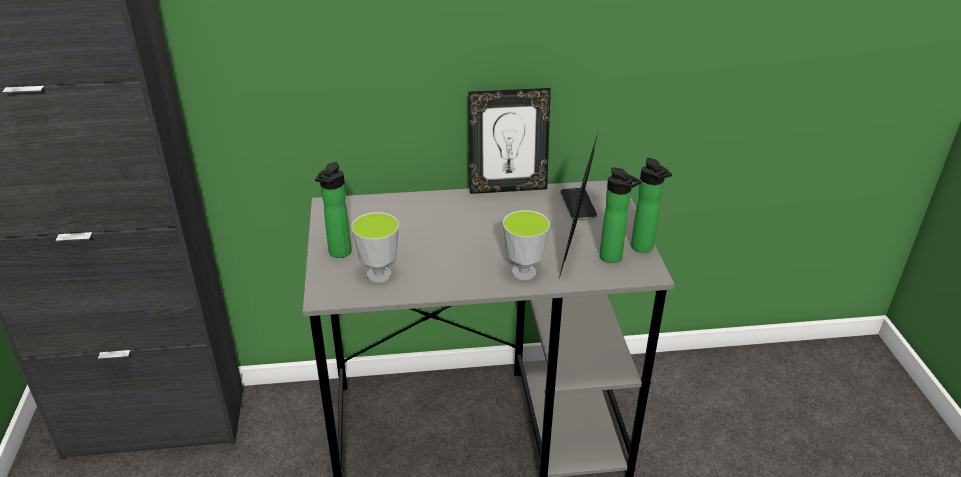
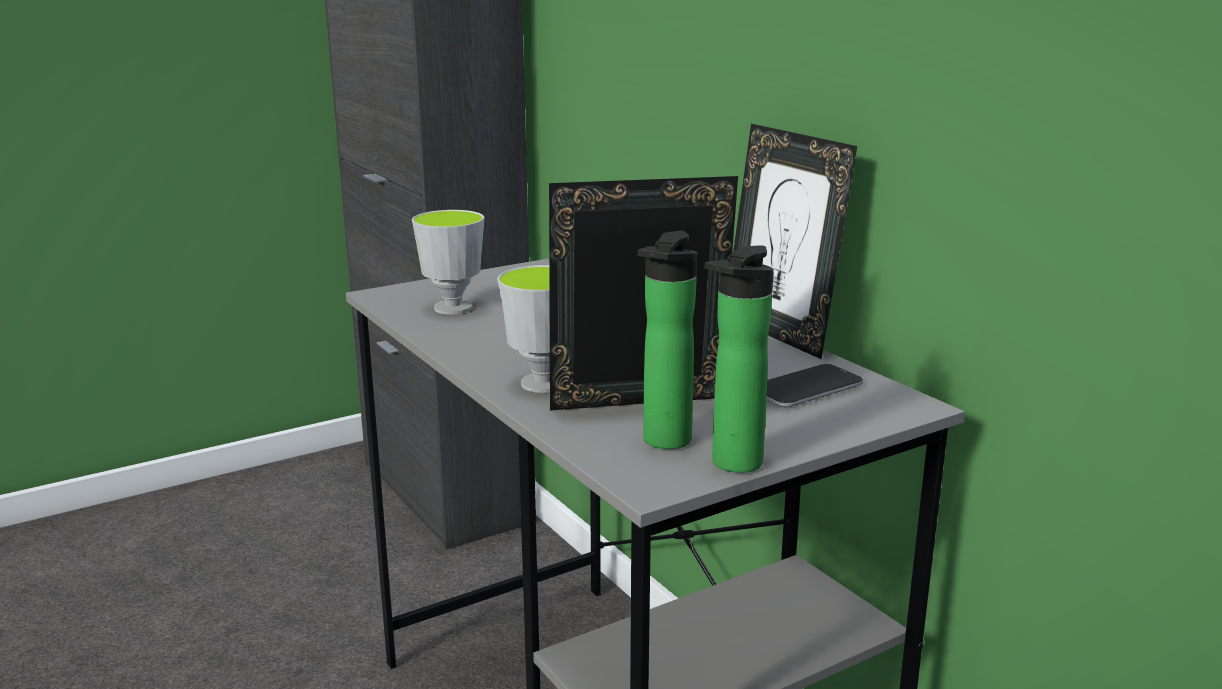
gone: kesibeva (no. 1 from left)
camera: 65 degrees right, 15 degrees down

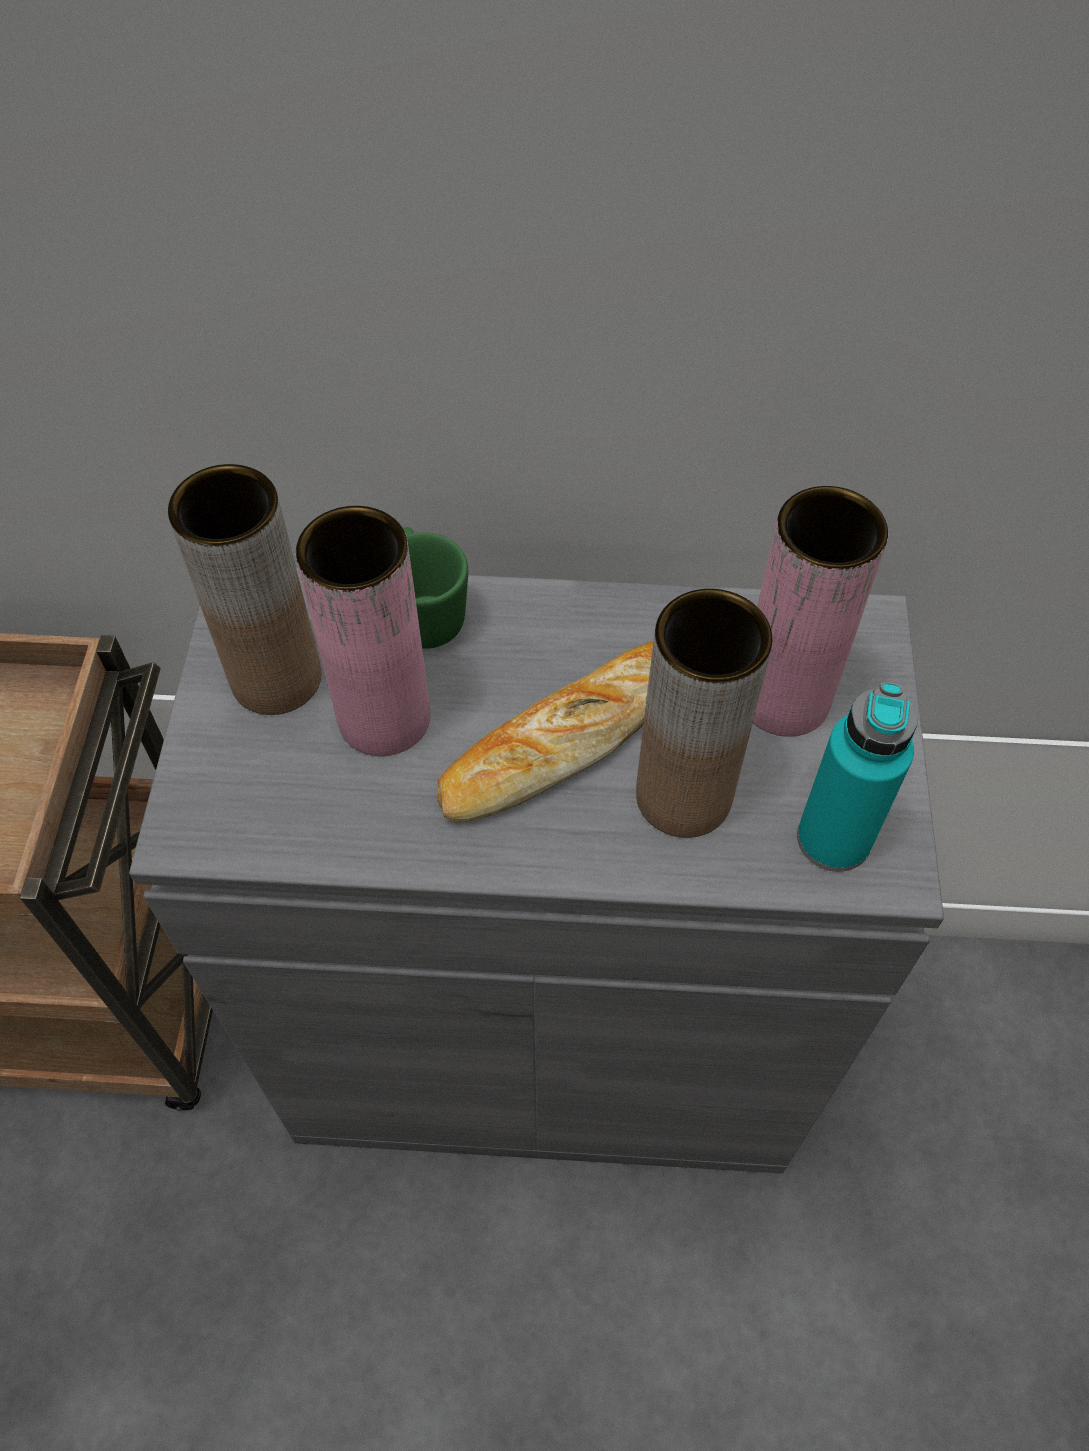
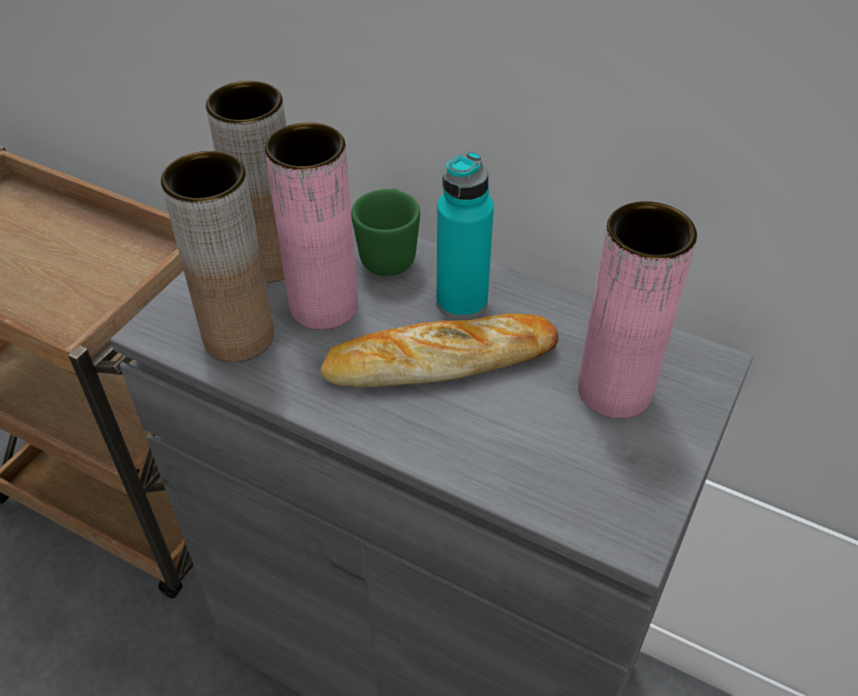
shifted: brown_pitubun (no. 2 from left in the first image) to brown_pitubun (no. 1 from left); turquoise_kesibeva
camera: 25 degrees right, 10 degrees down

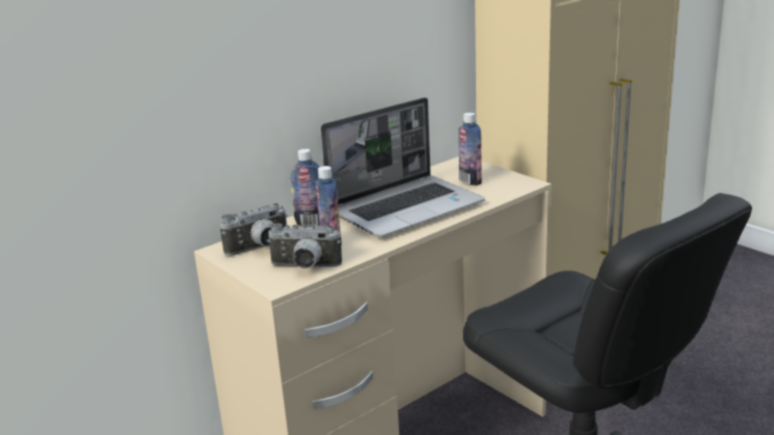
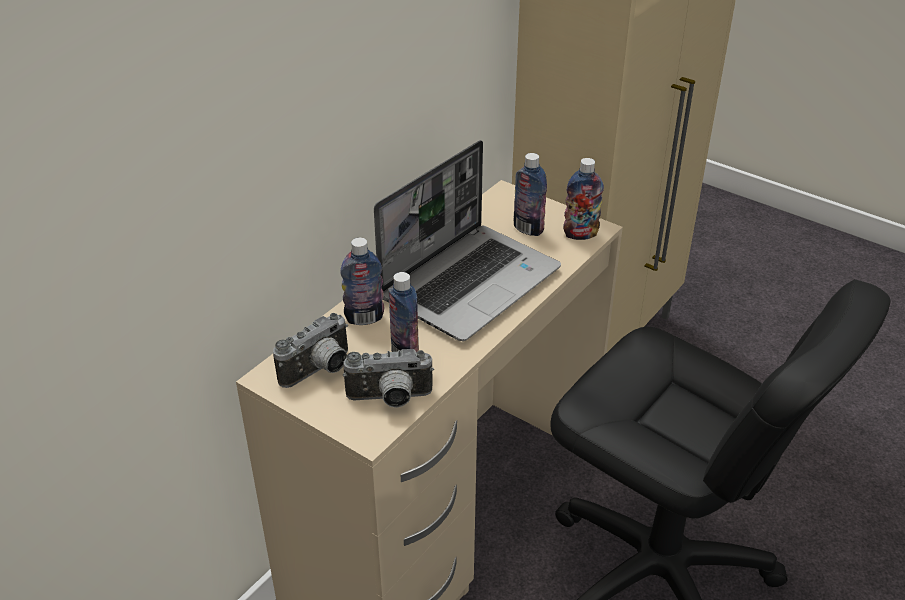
new: kesibeva (no. 4 from left)
camera: 15 degrees left, 15 degrees up

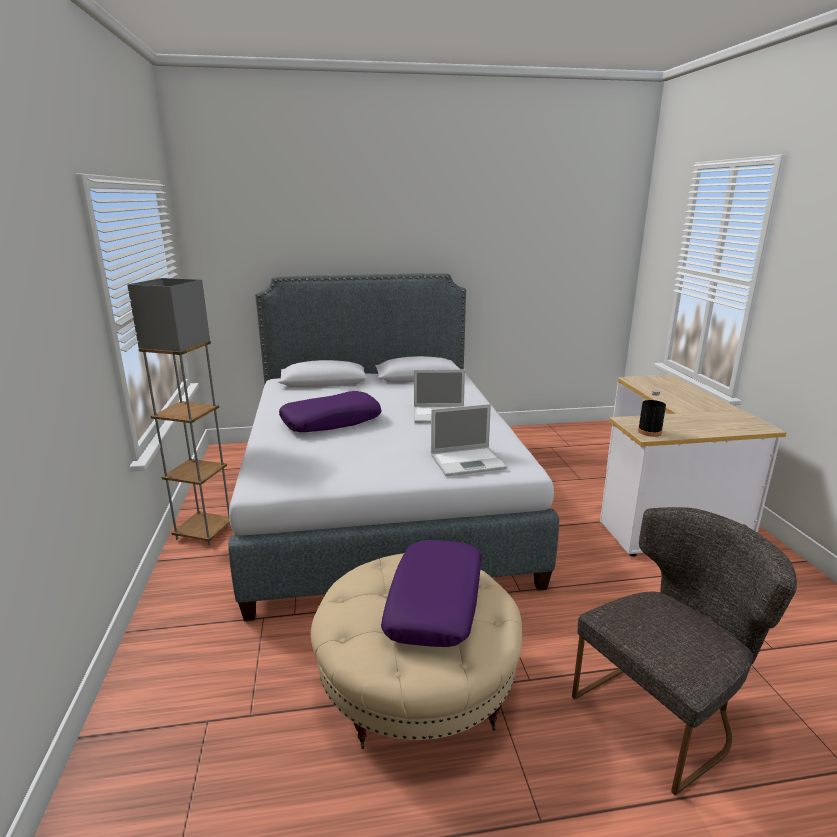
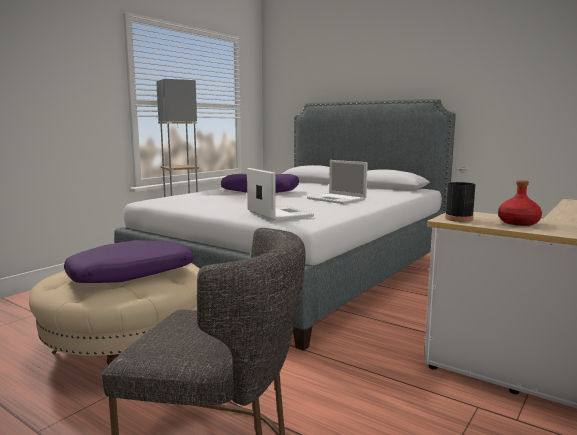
new: red_kesibeva
rotated: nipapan (no. 2 from left in the first image) 150 degrees counterclockwise
camera: 45 degrees right, 10 degrees down

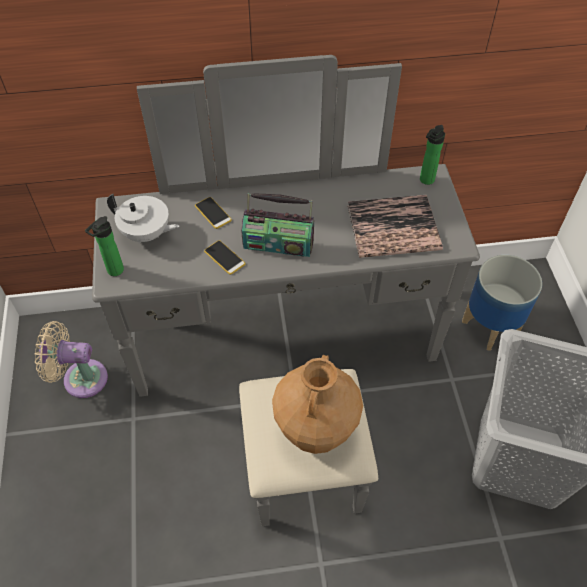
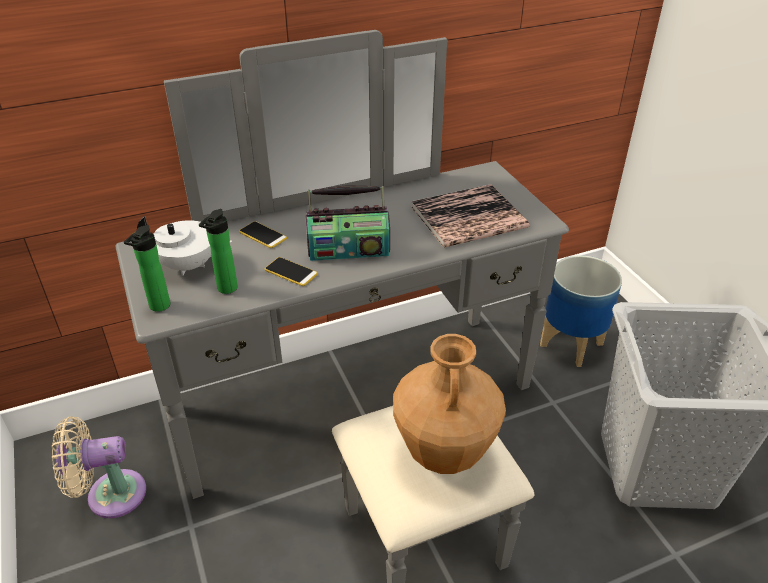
shifted: kesibeva (no. 2 from left)
camera: 15 degrees left, 15 degrees down

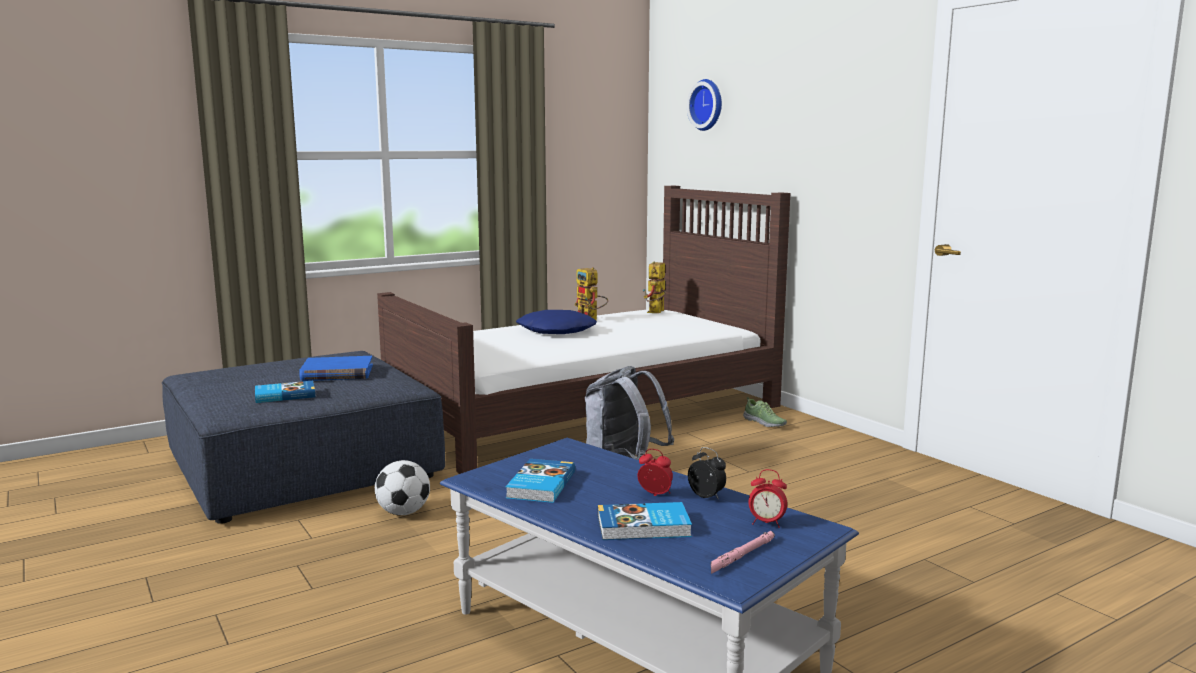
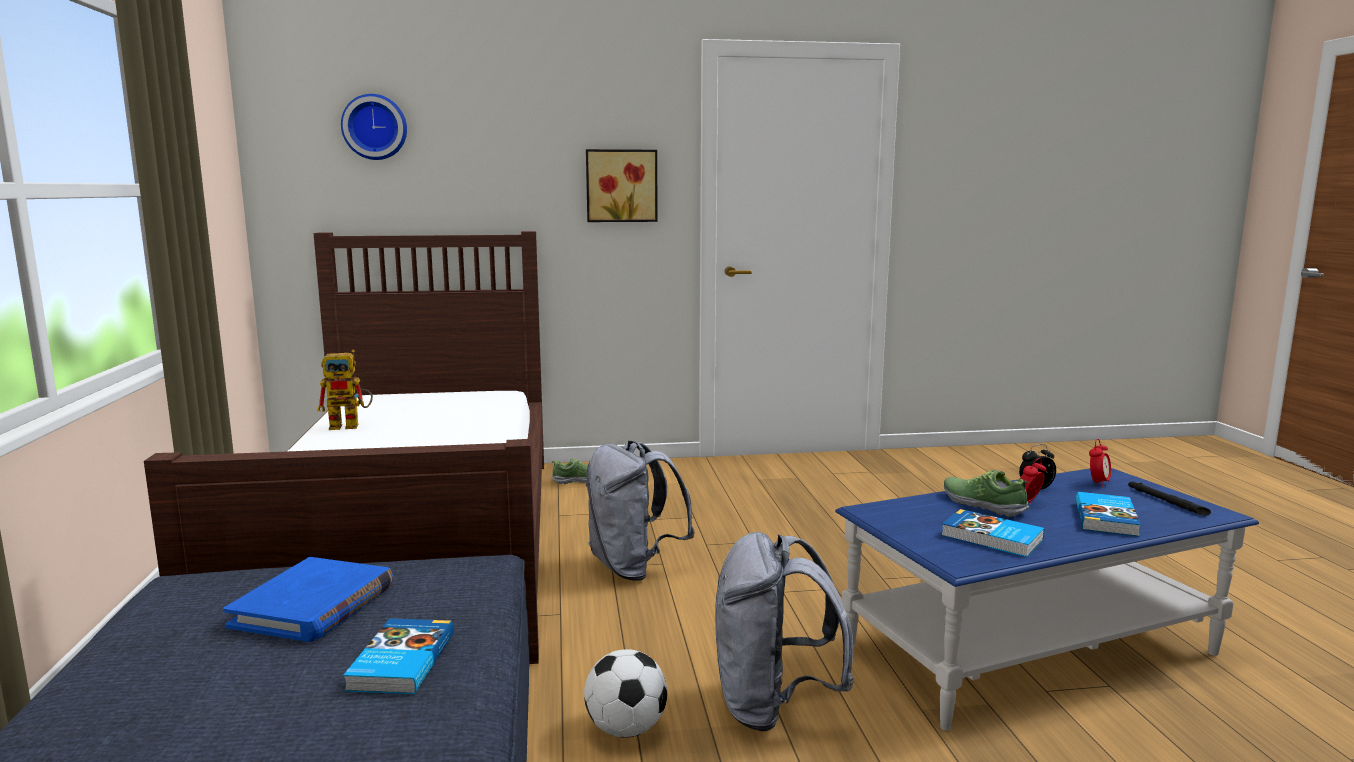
gone: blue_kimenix; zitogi (no. 2 from left)
new: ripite; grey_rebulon (no. 2 from left); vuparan (no. 2 from left)
repainted: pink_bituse to black_bituse
camera: 65 degrees left, 0 degrees up

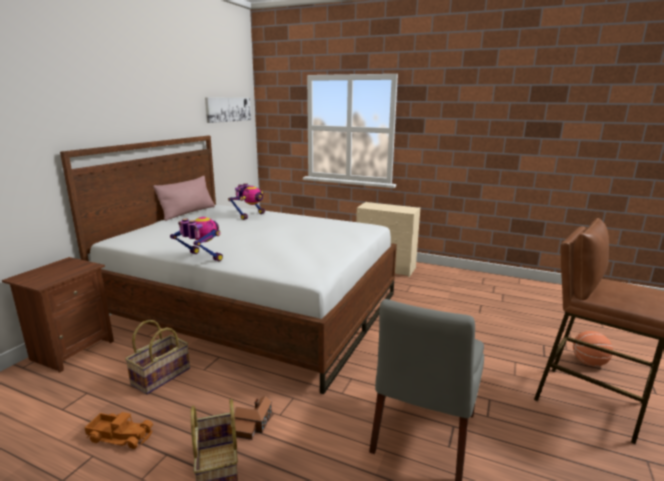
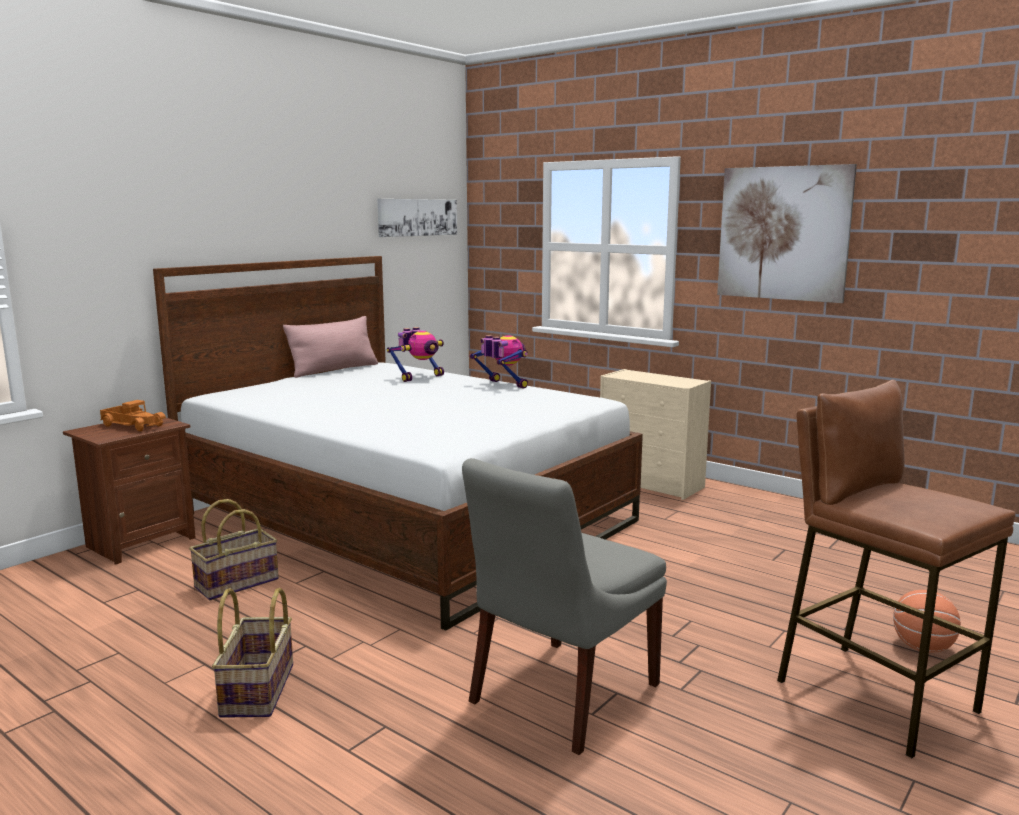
gone: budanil
new: ripite (no. 2 from left)
shifted: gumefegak; zitogi (no. 1 from left in the first image) to zitogi (no. 2 from left)
camera: 15 degrees right, 5 degrees down

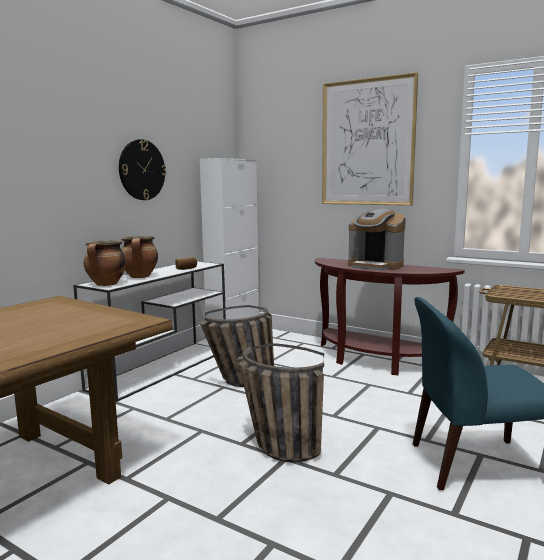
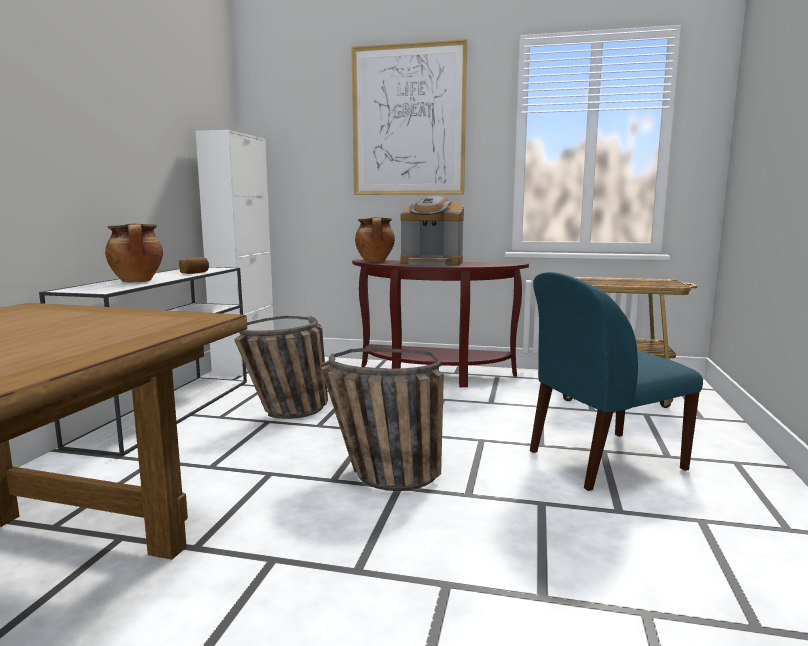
gone: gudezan
shifted: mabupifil (no. 1 from left in the first image) to mabupifil (no. 2 from left)
camera: 20 degrees left, 0 degrees up

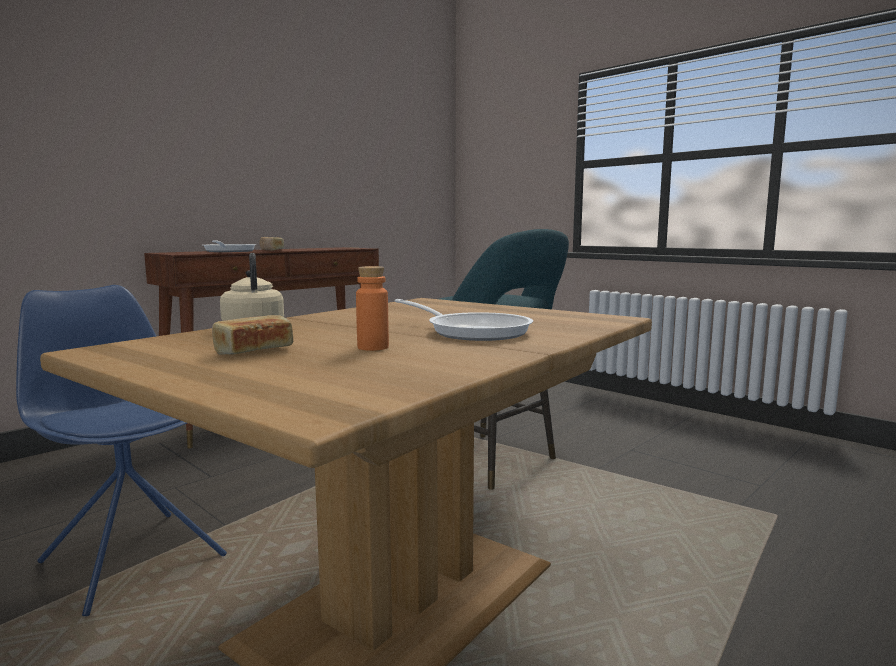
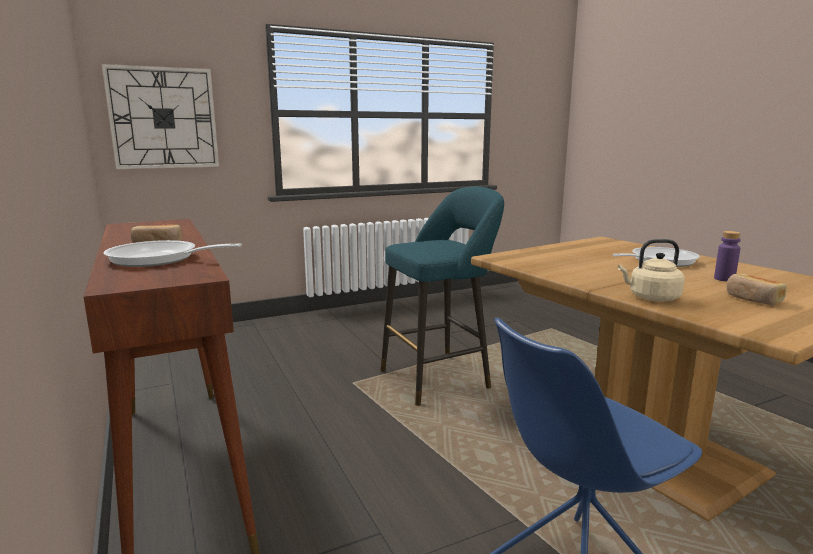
new: gudezan
repainted: orange_kesibeva to purple_kesibeva
camera: 70 degrees left, 5 degrees up

